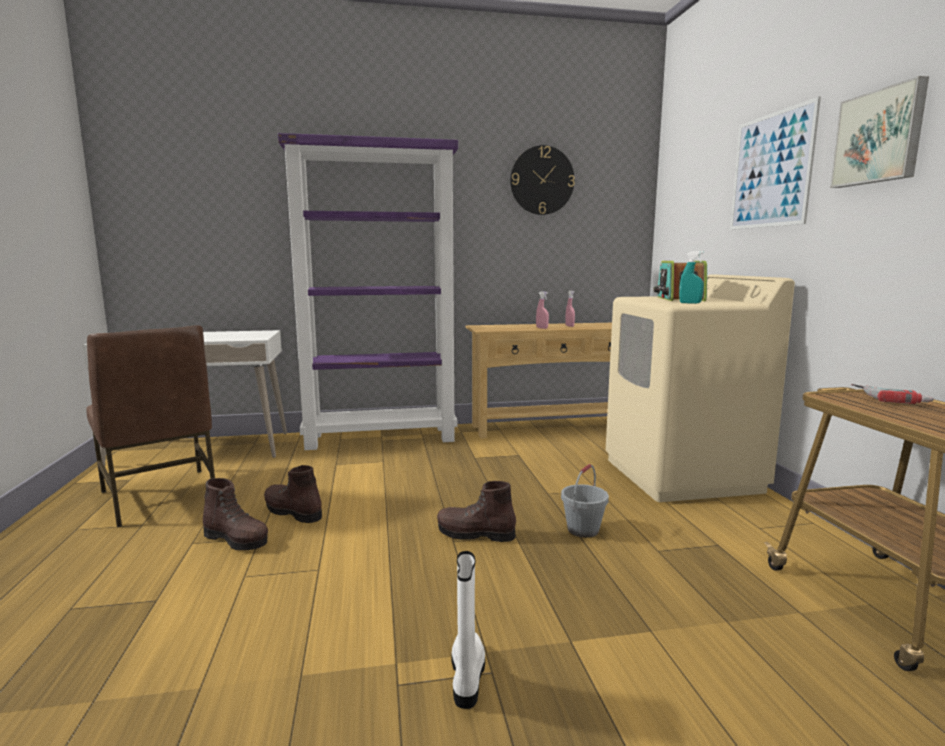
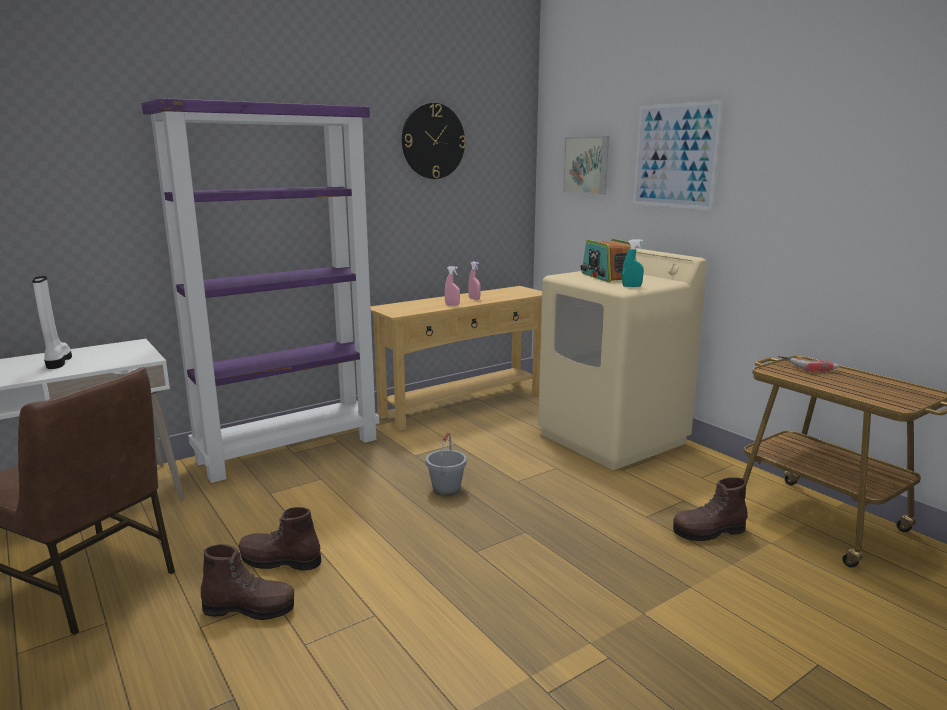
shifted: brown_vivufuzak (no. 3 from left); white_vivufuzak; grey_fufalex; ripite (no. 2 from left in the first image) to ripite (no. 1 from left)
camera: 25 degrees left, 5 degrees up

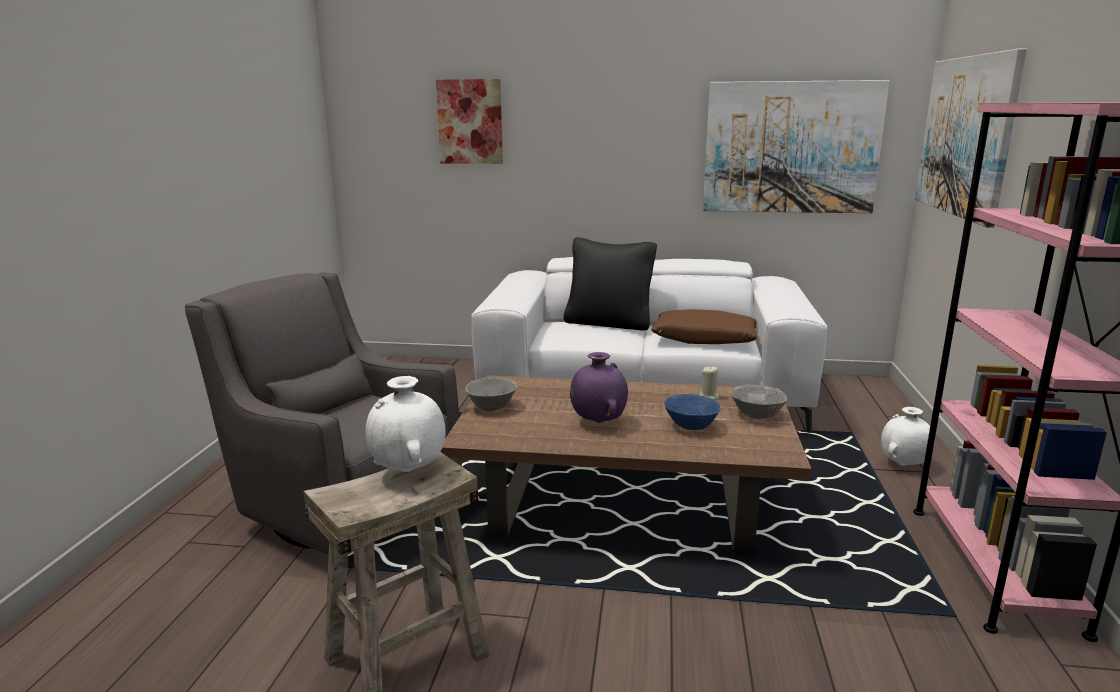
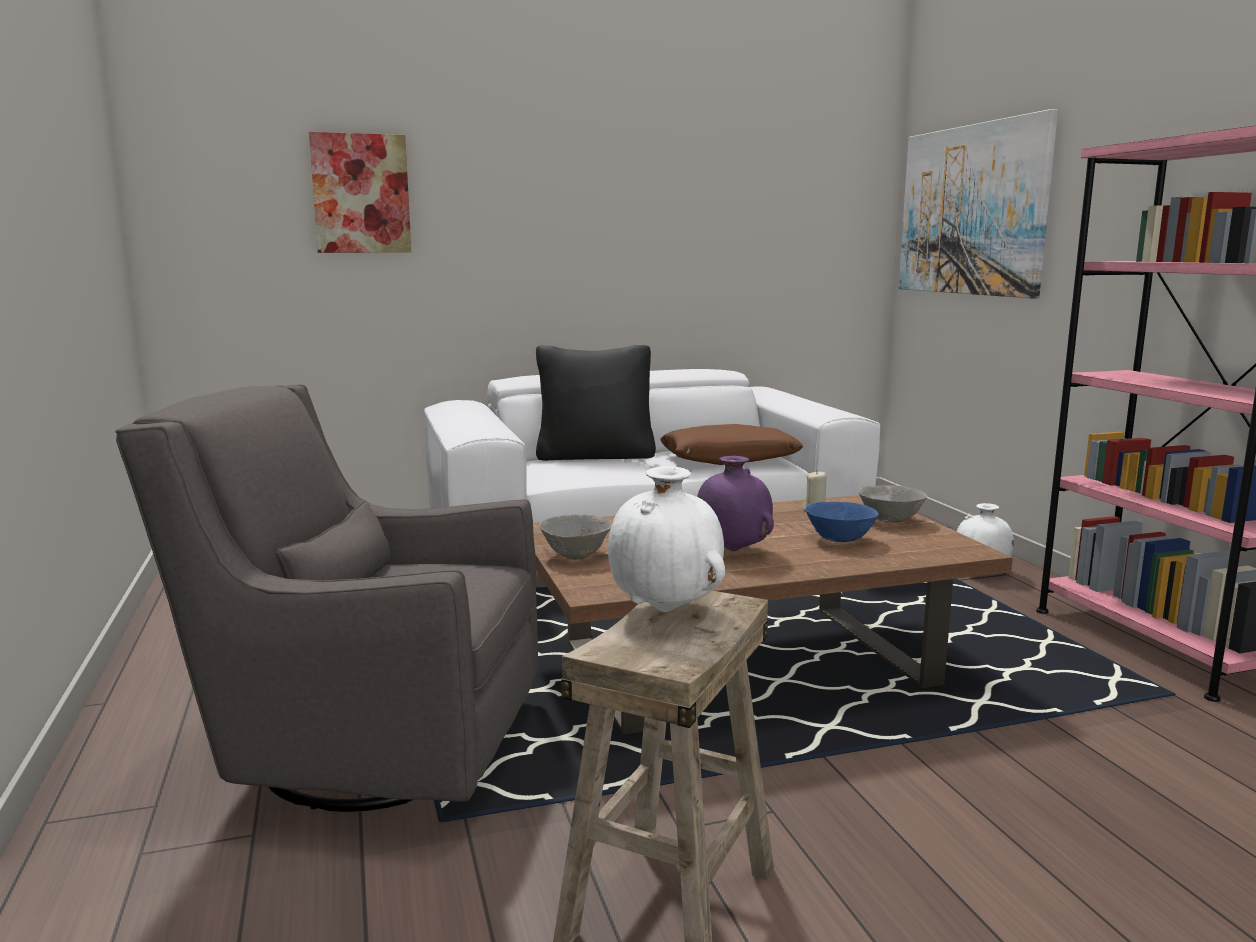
gone: ripite (no. 2 from left)
camera: 25 degrees left, 5 degrees down

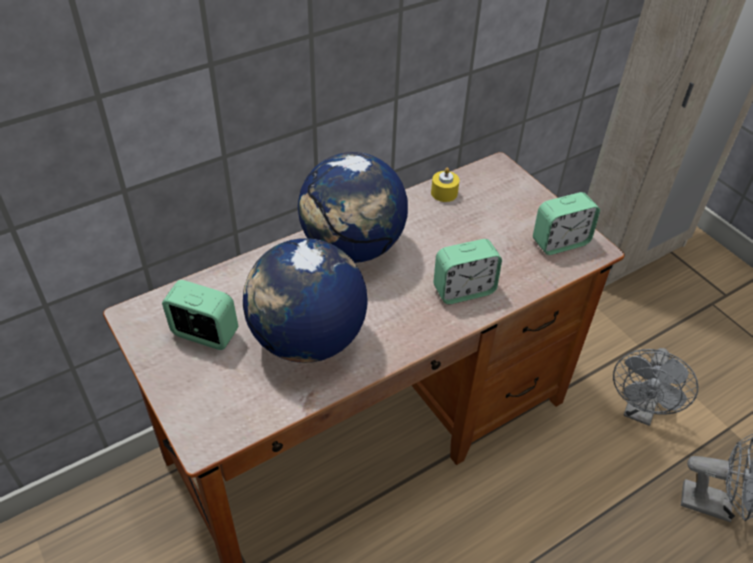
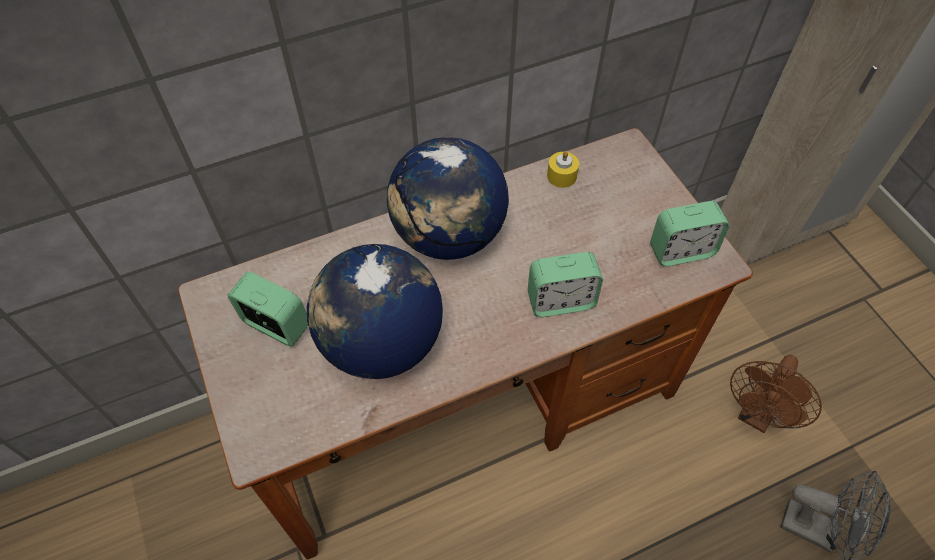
repainted: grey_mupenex (no. 1 from left) to brown_mupenex
camera: 10 degrees right, 10 degrees up

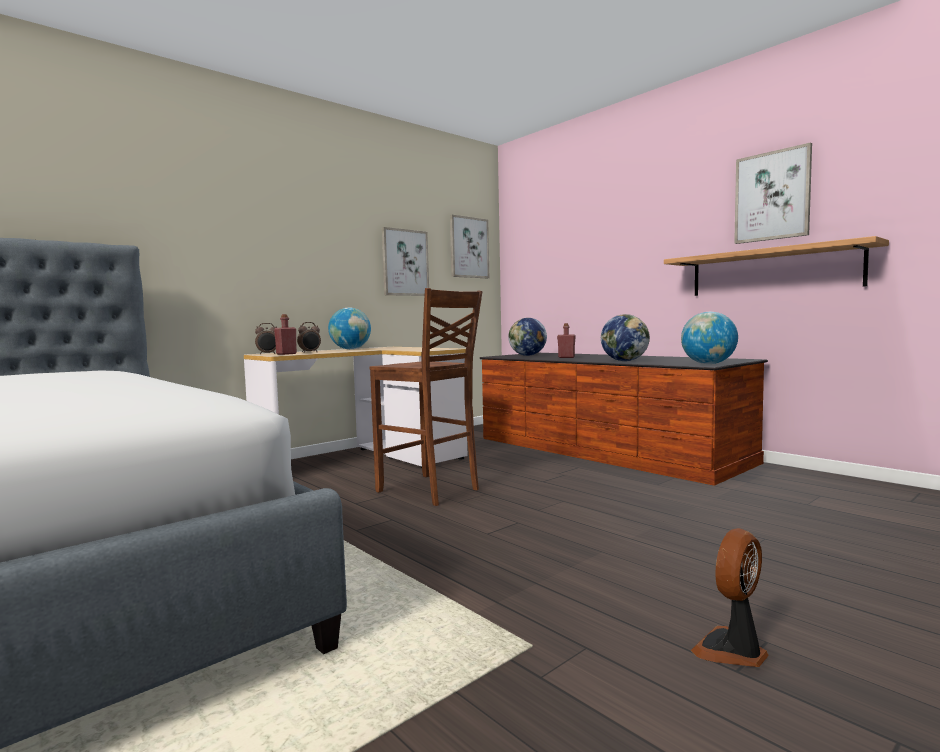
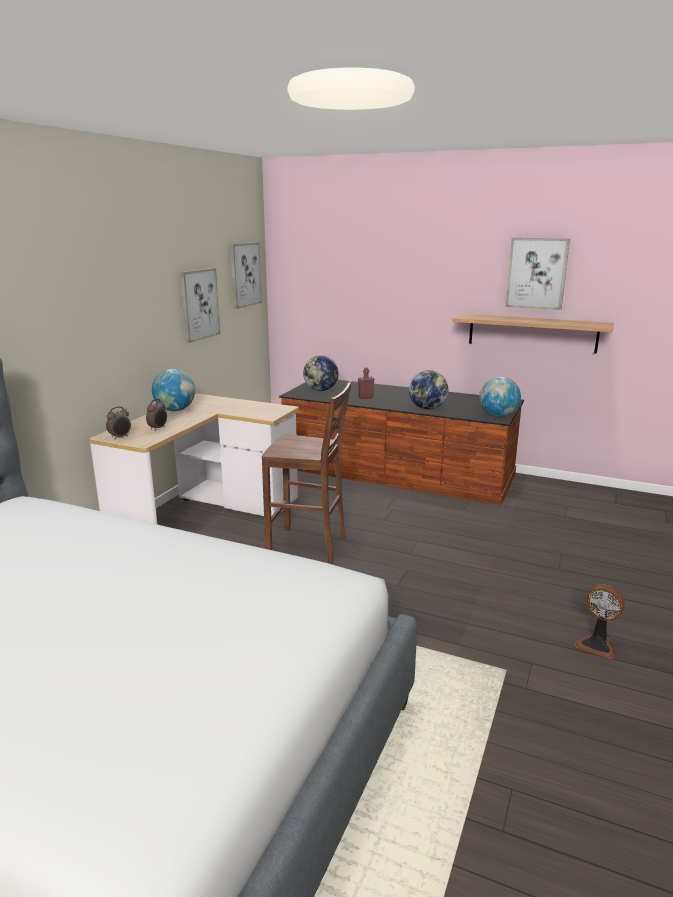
gone: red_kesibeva (no. 1 from left)
rotated: mupenex 75 degrees counterclockwise
camera: 25 degrees left, 15 degrees up

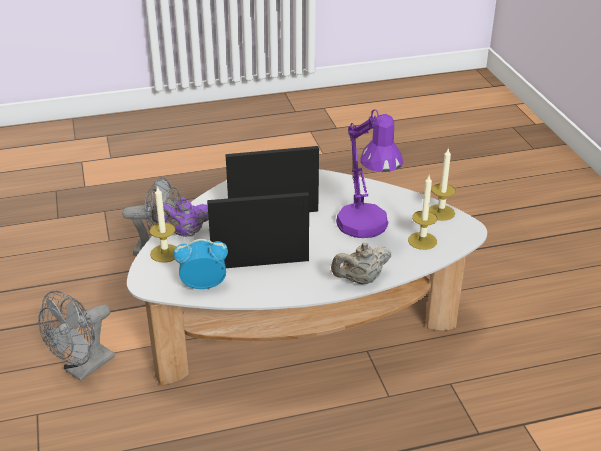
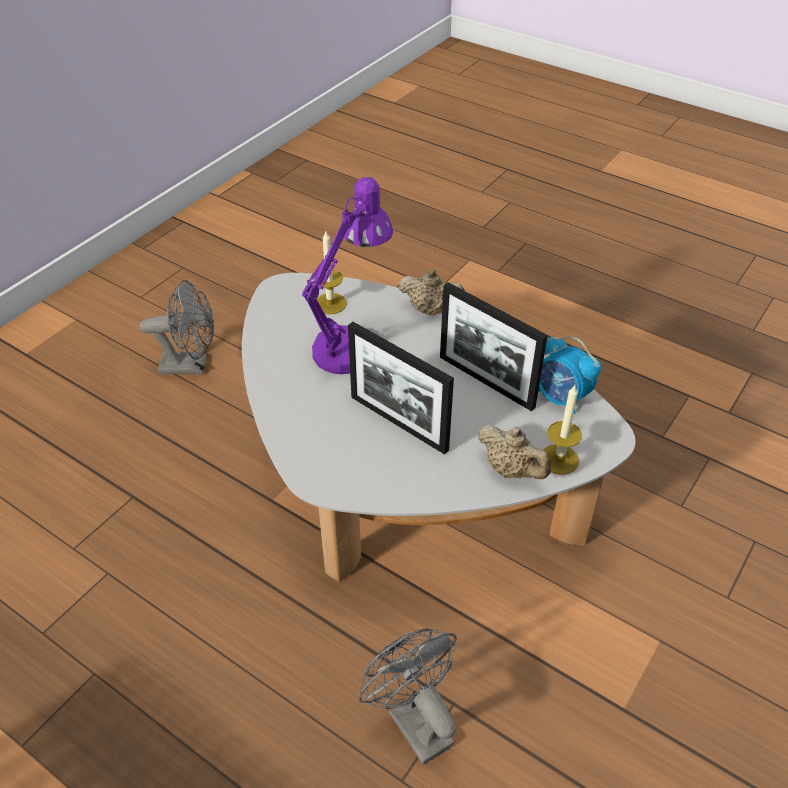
gone: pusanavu (no. 3 from left)
shifted: grey_mupenex (no. 1 from left)
repainted: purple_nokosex to beige_nokosex (no. 2 from left)
camera: 130 degrees left, 10 degrees up

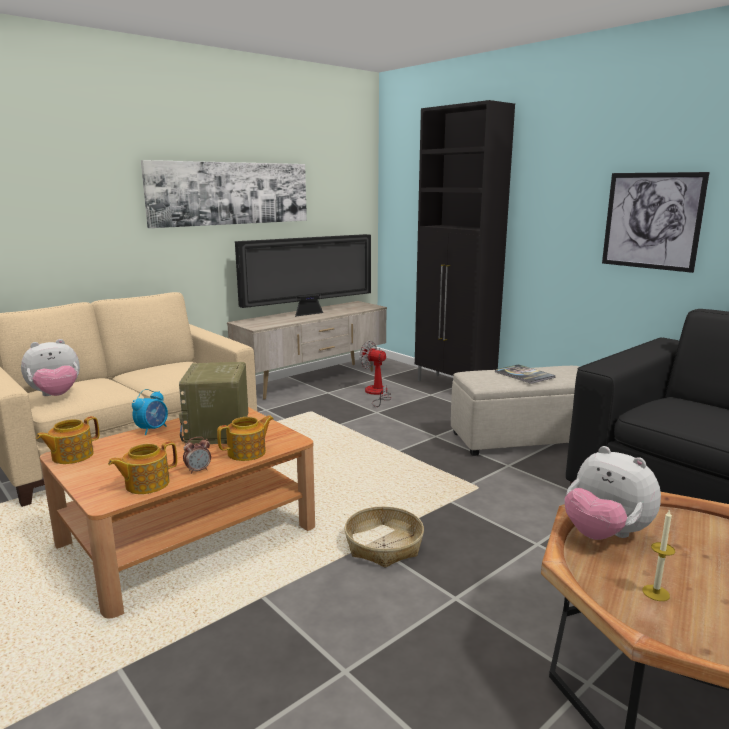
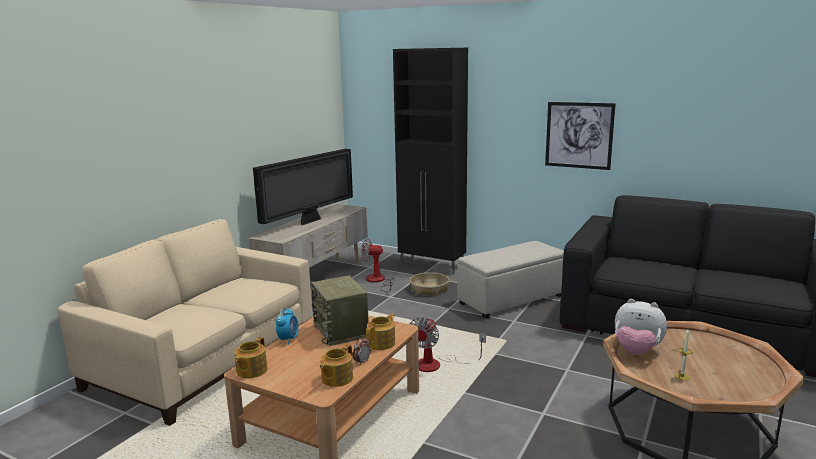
gone: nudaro (no. 1 from left); ripite (no. 1 from left); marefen
new: mupenex (no. 2 from left)
shifted: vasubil
camera: 20 degrees left, 0 degrees up

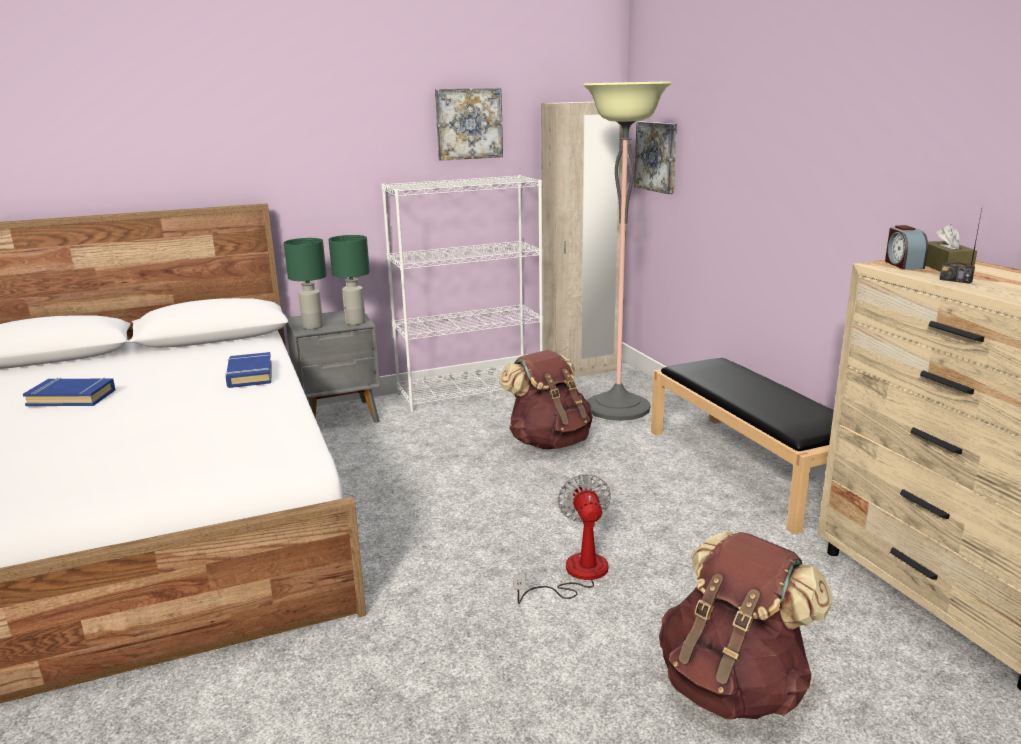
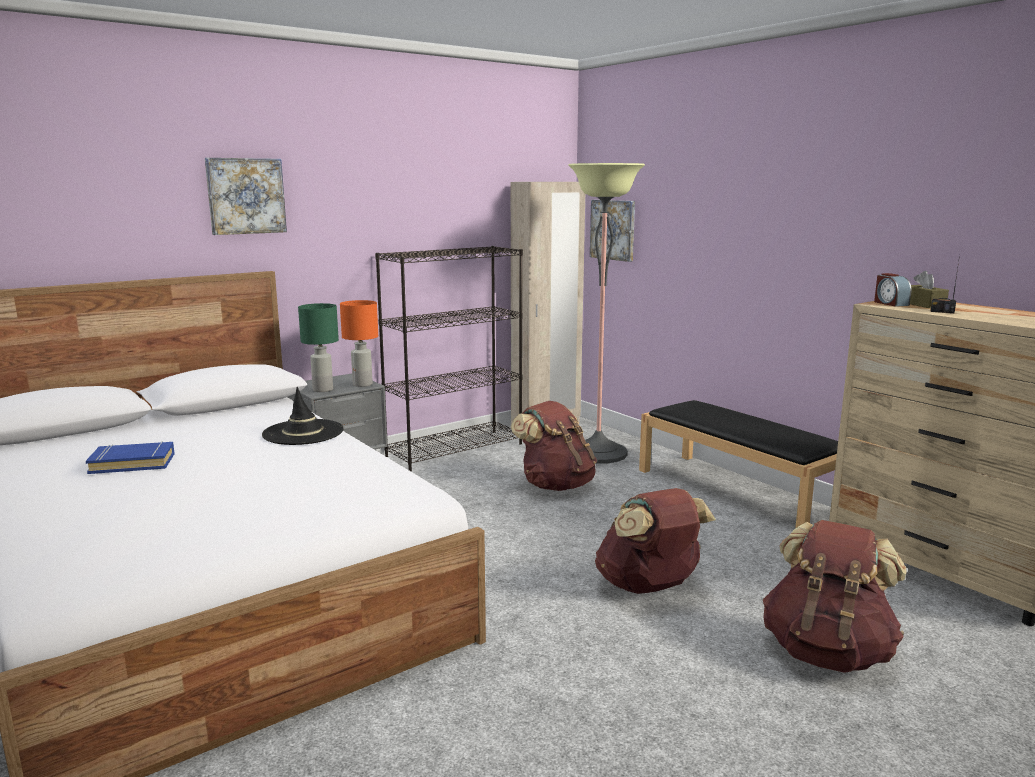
shifted: ripite (no. 1 from left)
swapped: blue_marefen (no. 2 from left) to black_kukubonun; mupenex to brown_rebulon (no. 2 from left)
repainted: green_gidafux (no. 2 from left) to orange_gidafux; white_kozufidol to black_kozufidol
camera: 15 degrees left, 5 degrees down

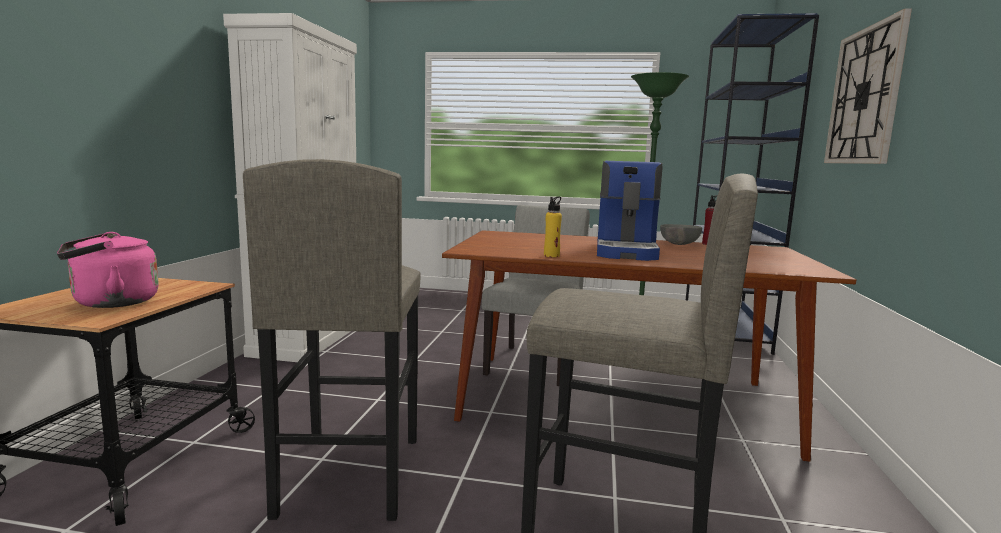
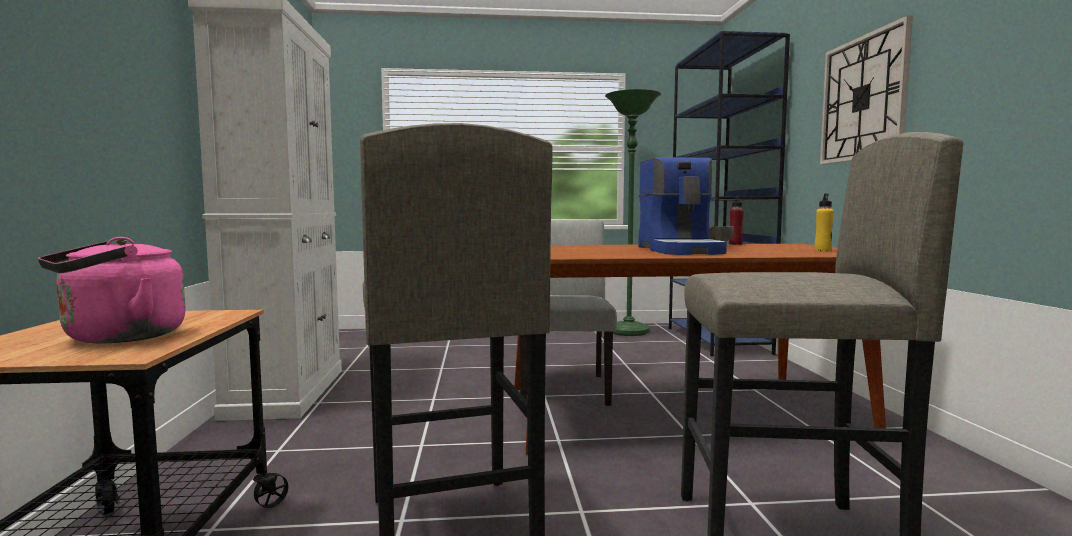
shifted: yellow_kesibeva
camera: 15 degrees left, 5 degrees down

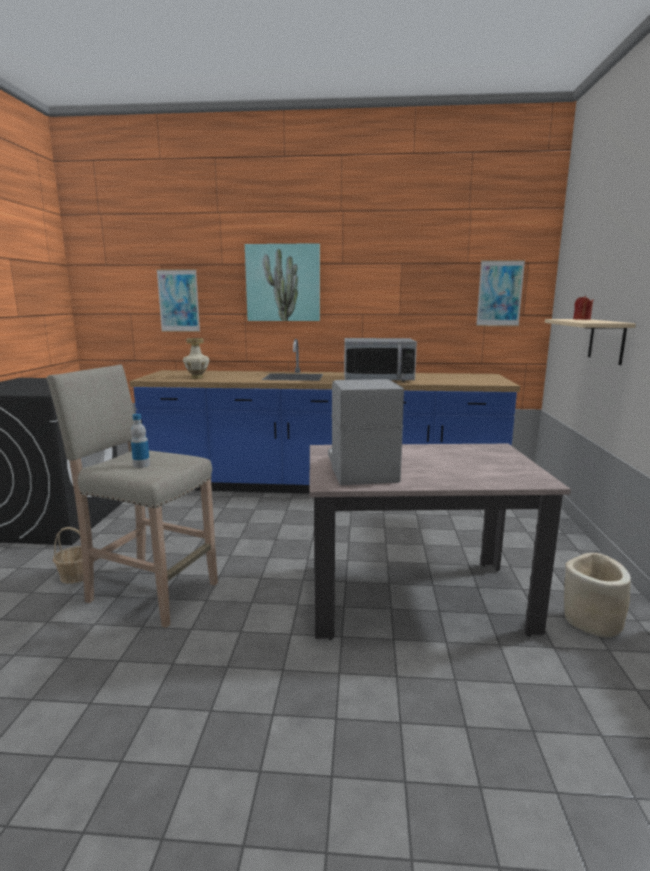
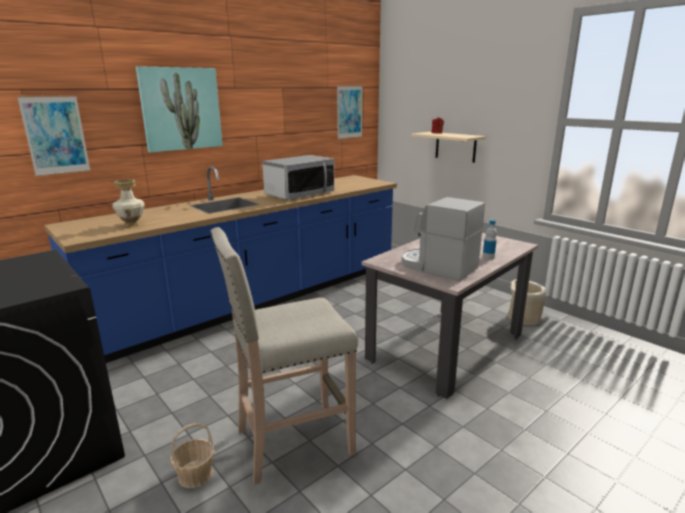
shifted: kesibeva
camera: 45 degrees left, 5 degrees up

